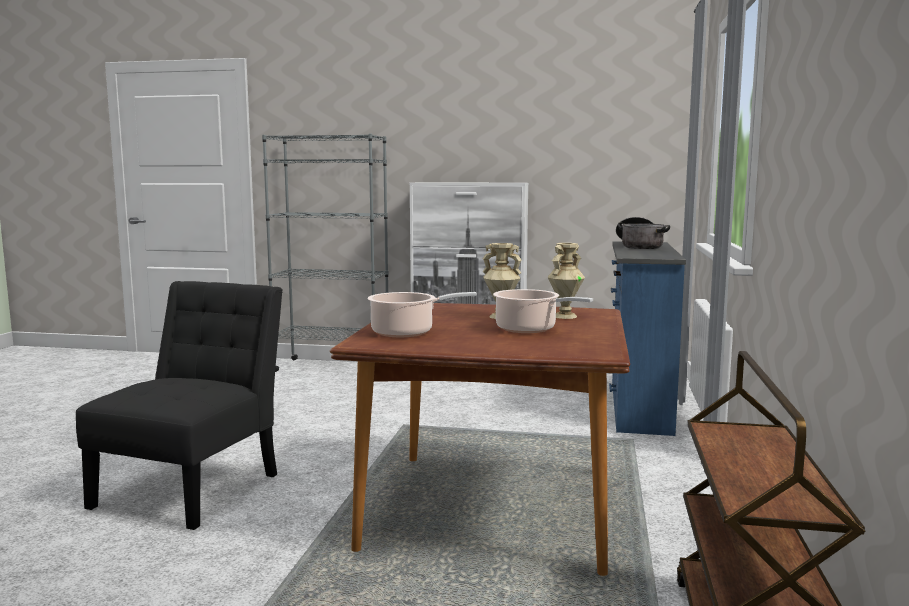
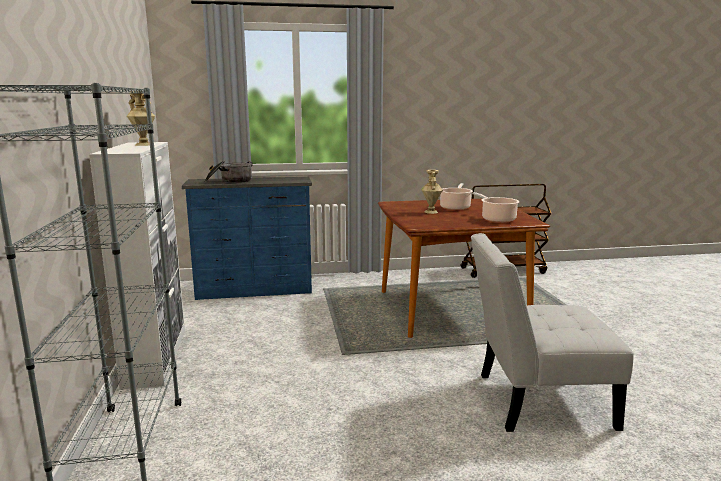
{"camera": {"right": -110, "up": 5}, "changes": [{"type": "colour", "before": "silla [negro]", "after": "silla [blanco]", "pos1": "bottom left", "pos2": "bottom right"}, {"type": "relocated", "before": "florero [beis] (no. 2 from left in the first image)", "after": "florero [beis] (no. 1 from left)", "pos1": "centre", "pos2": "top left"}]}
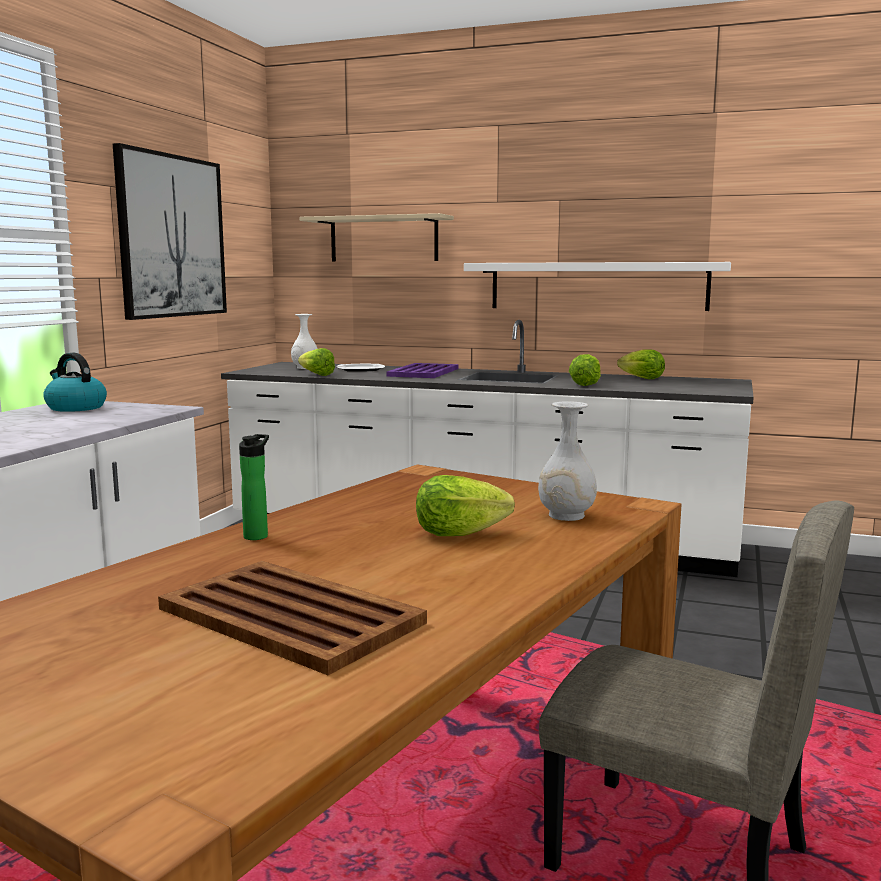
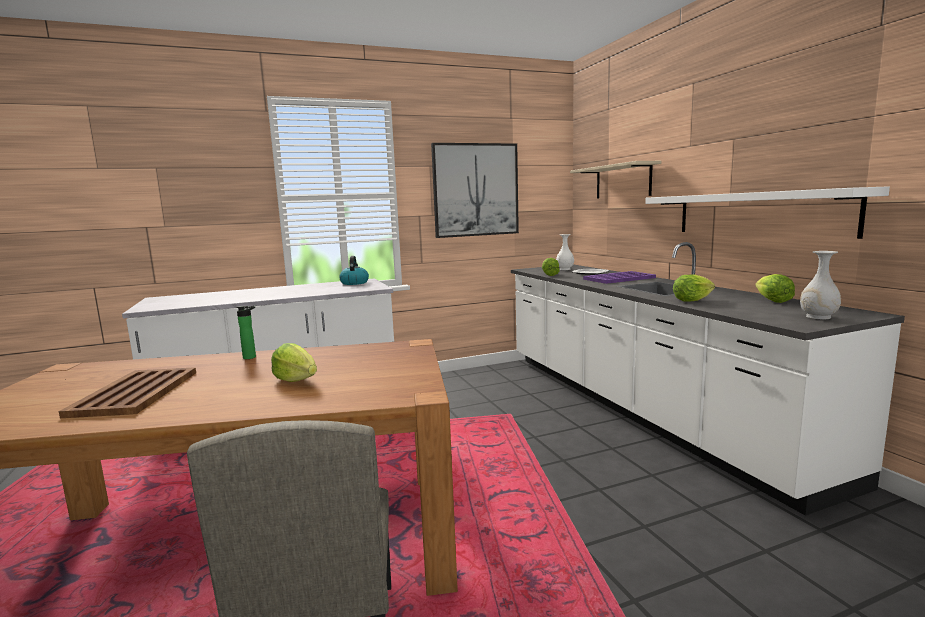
{"camera": {"right": 50, "up": 0}, "changes": [{"type": "relocated", "before": "florero [blanco] (no. 2 from left)", "pos1": "centre", "pos2": "middle right"}]}
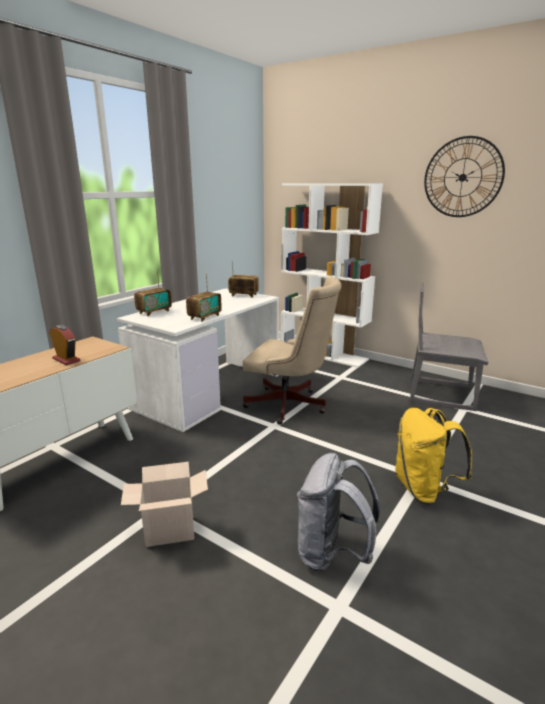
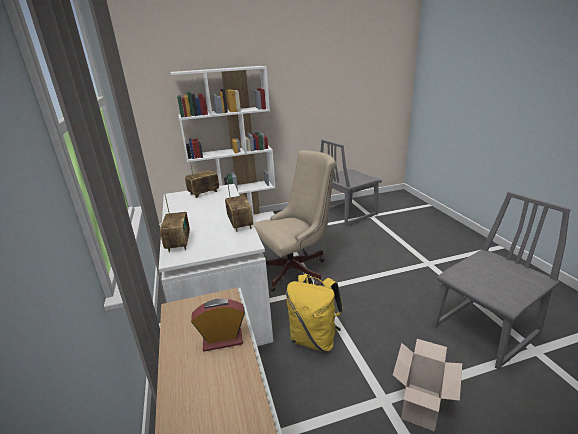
{"camera": {"right": -50, "up": 5}, "changes": [{"type": "exchanged", "before": "mochila [gris]", "after": "silla [gris] (no. 2 from left)", "pos1": "bottom centre", "pos2": "middle right"}, {"type": "relocated", "before": "mochila [amarillo]", "pos1": "middle right", "pos2": "bottom centre"}, {"type": "missing", "before": "reloj de pared", "pos1": "top right"}]}
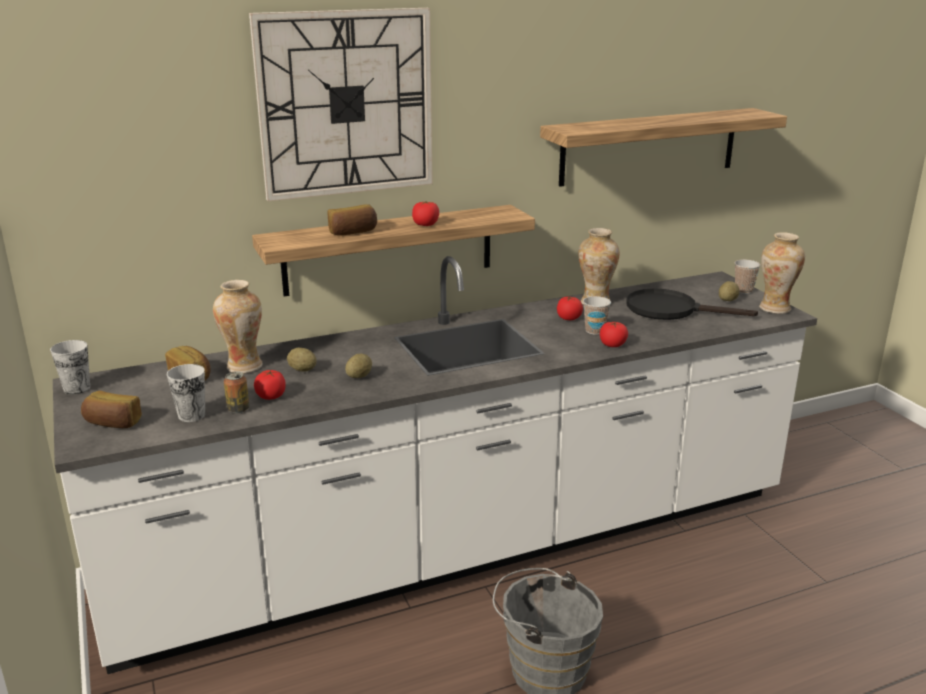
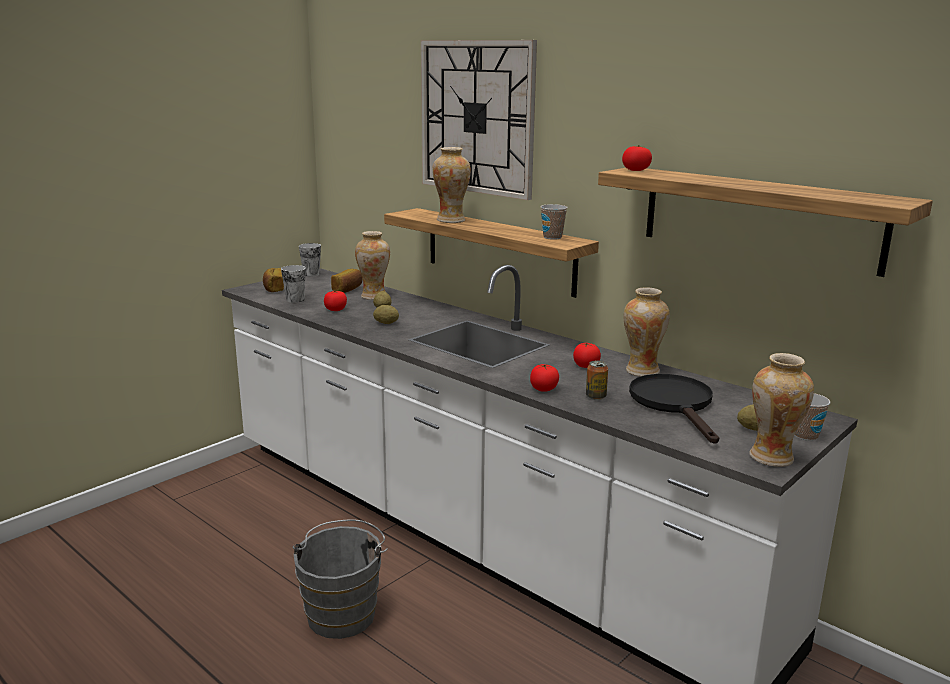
{"camera": {"right": 65, "up": -5}, "changes": [{"type": "relocated", "before": "lata", "pos1": "middle left", "pos2": "centre"}, {"type": "exchanged", "before": "pan (no. 3 from left)", "after": "florero (no. 2 from left)", "pos1": "top centre", "pos2": "top centre"}, {"type": "relocated", "before": "tomate (no. 2 from left in the first image)", "after": "tomate (no. 4 from left)", "pos1": "top centre", "pos2": "top right"}, {"type": "relocated", "before": "taza (no. 3 from left)", "pos1": "centre", "pos2": "top centre"}]}
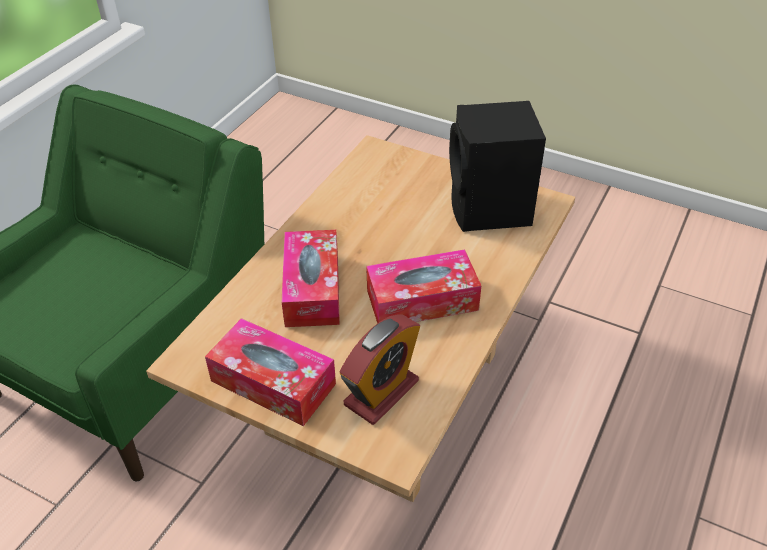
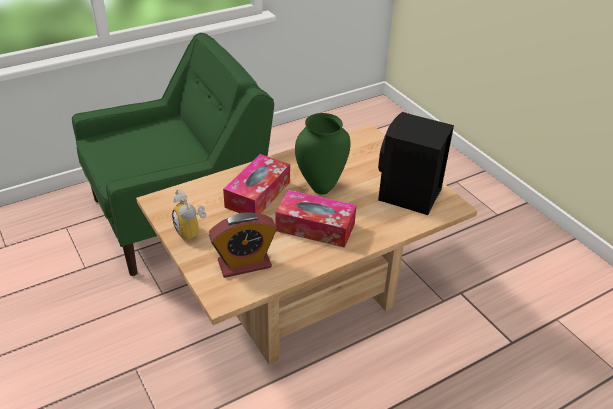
{"camera": {"right": 30, "up": -5}, "changes": [{"type": "exchanged", "before": "caja de pañuelos (no. 1 from left)", "after": "despertador (no. 1 from left)", "pos1": "bottom centre", "pos2": "middle left"}, {"type": "appeared", "after": "florero [verde]", "pos2": "centre"}]}
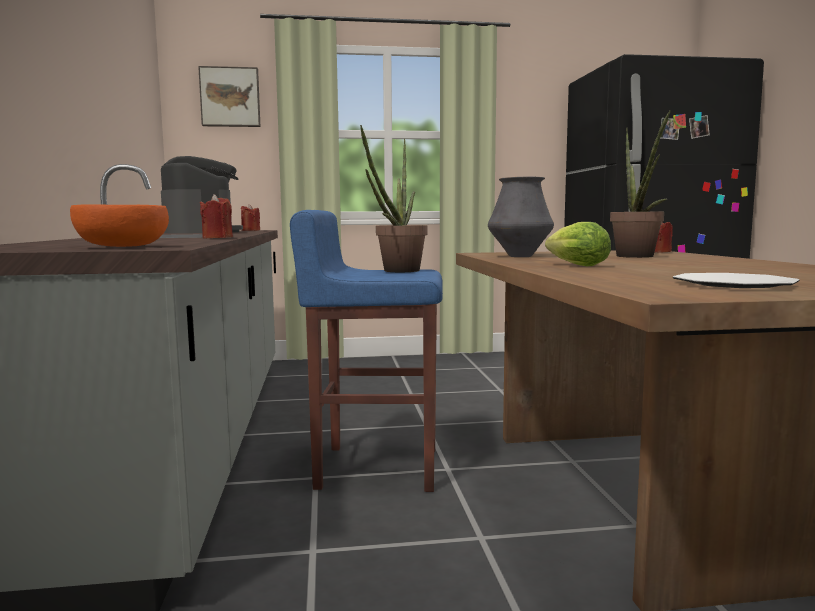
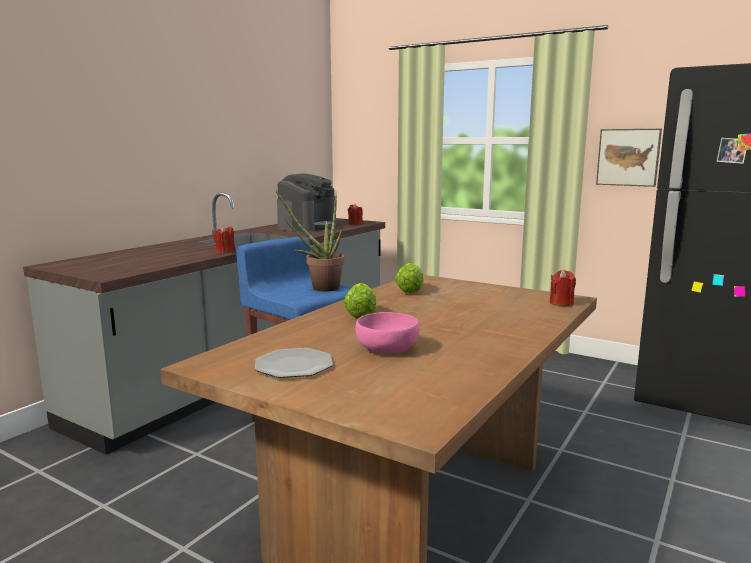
{"camera": {"right": 40, "up": 5}, "changes": [{"type": "missing", "before": "cuenco [naranja]", "pos1": "middle left"}, {"type": "relocated", "before": "cuadro", "pos1": "top left", "pos2": "top right"}, {"type": "exchanged", "before": "florero", "after": "lechuga (no. 2 from left)", "pos1": "centre", "pos2": "centre"}, {"type": "missing", "before": "planta en maceta (no. 2 from left)", "pos1": "top right"}, {"type": "appeared", "after": "cuenco [rosa]", "pos2": "centre"}]}
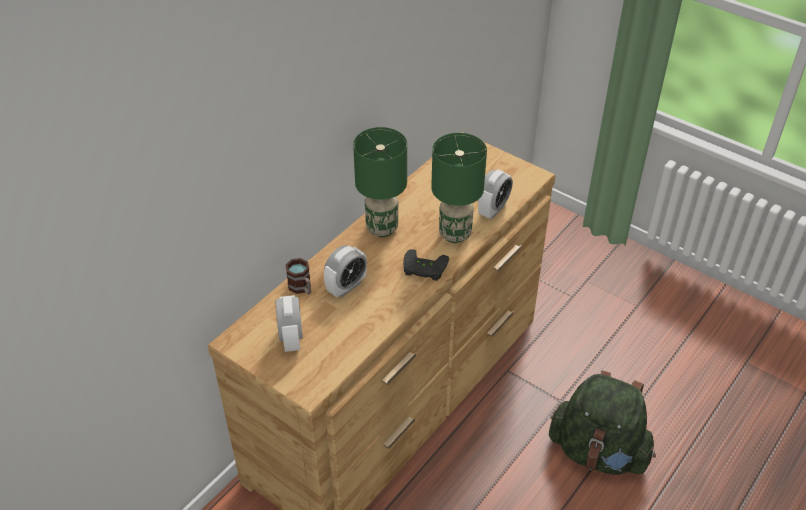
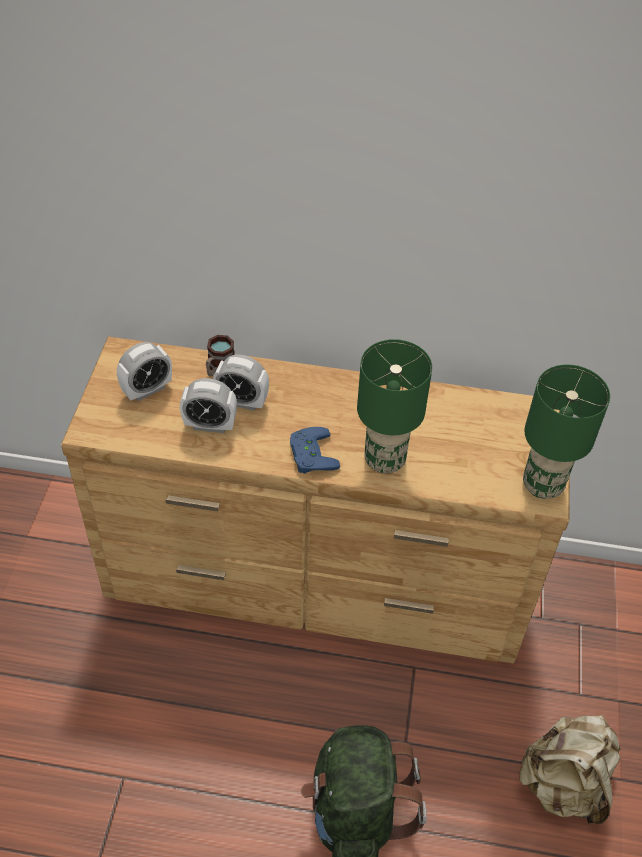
{"camera": {"right": 60, "up": 5}, "changes": [{"type": "relocated", "before": "lámpara de mesa [verde] (no. 1 from left in the first image)", "after": "lámpara de mesa [verde] (no. 2 from left)", "pos1": "centre", "pos2": "middle right"}, {"type": "colour", "before": "mando de consola [negro]", "after": "mando de consola [azul]", "pos1": "centre", "pos2": "centre"}, {"type": "relocated", "before": "despertador (no. 3 from left in the first image)", "after": "despertador (no. 2 from left)", "pos1": "centre", "pos2": "middle left"}, {"type": "appeared", "after": "mochila [beis]", "pos2": "bottom right"}]}
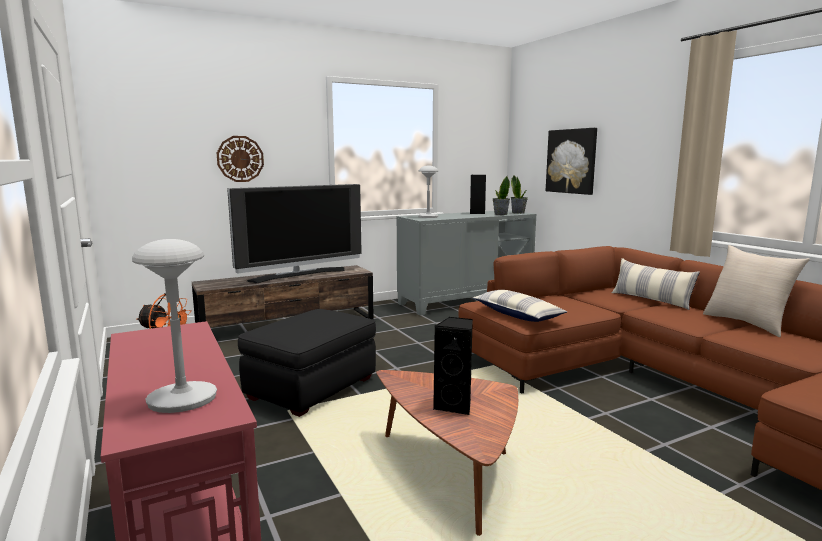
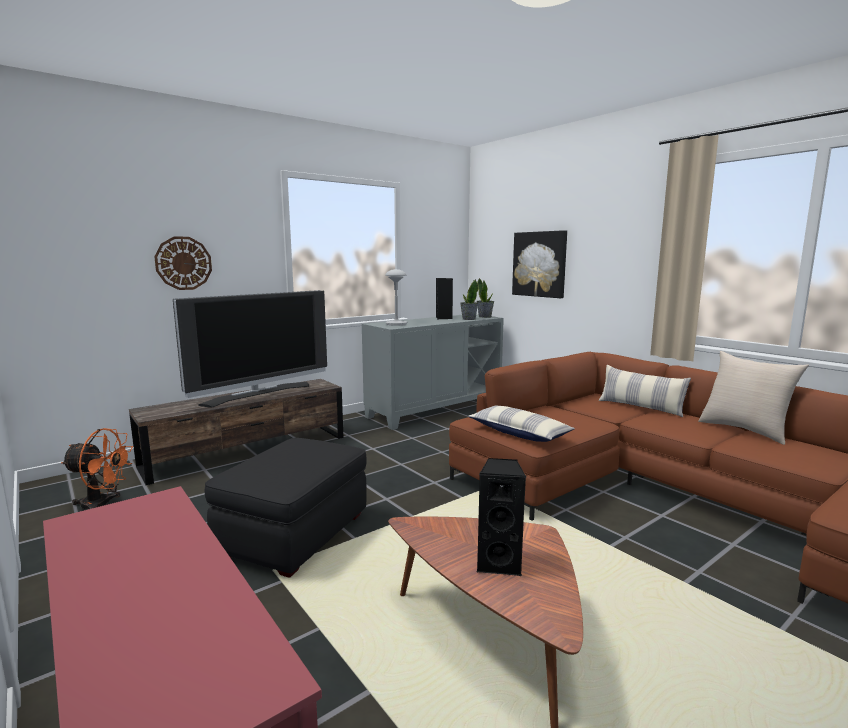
{"camera": {"right": -10, "up": 0}, "changes": [{"type": "missing", "before": "lámpara de mesa [gris] (no. 1 from left)", "pos1": "middle left"}]}
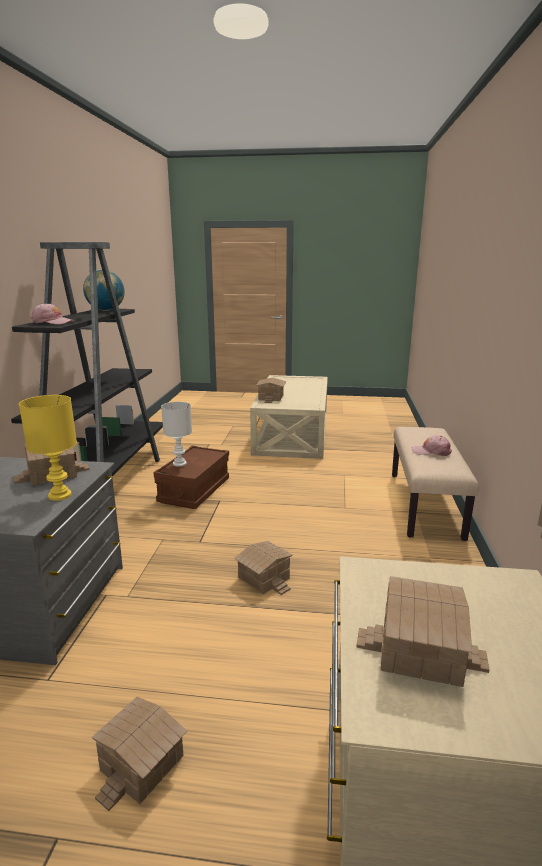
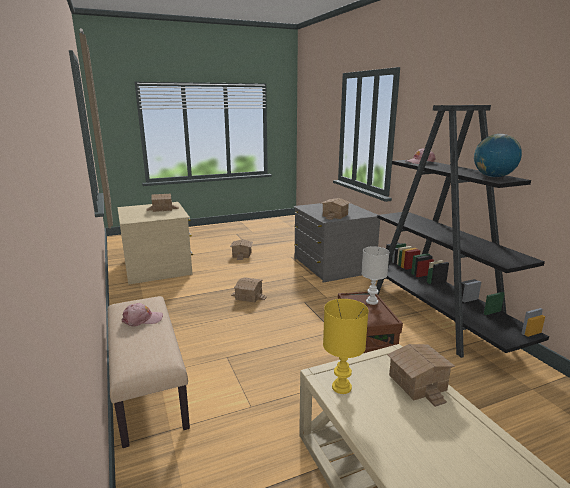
{"camera": {"right": 150, "up": 0}, "changes": [{"type": "relocated", "before": "lámpara de mesa [amarillo]", "pos1": "middle left", "pos2": "bottom centre"}]}
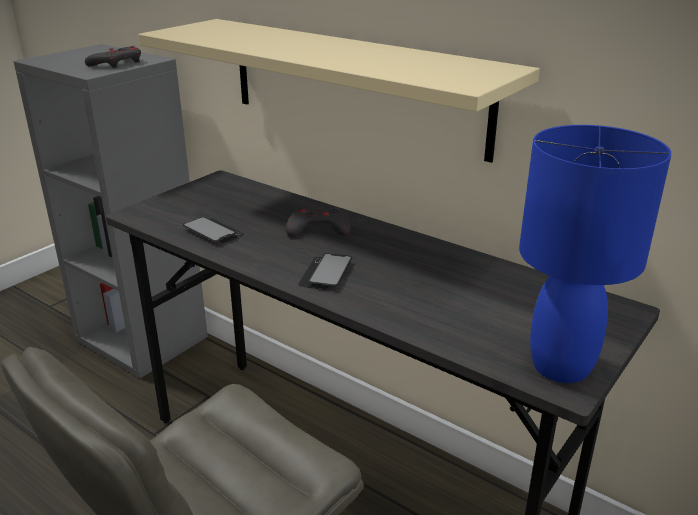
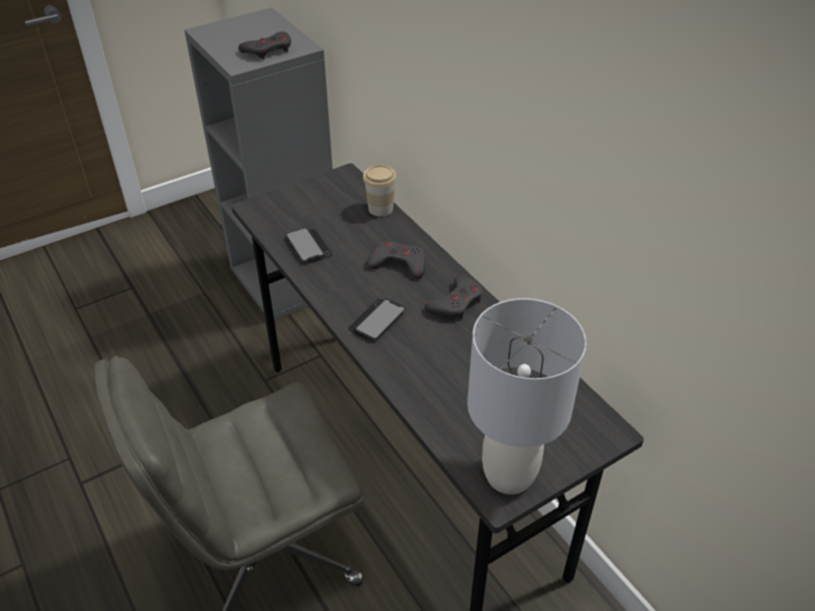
{"camera": {"right": 20, "up": 15}, "changes": [{"type": "missing", "before": "estante [beis]", "pos1": "top centre"}, {"type": "colour", "before": "lámpara de mesa [azul]", "after": "lámpara de mesa [gris]", "pos1": "middle right", "pos2": "centre"}, {"type": "appeared", "after": "taza", "pos2": "top centre"}, {"type": "appeared", "after": "mando de consola [gris] (no. 3 from left)", "pos2": "centre"}]}
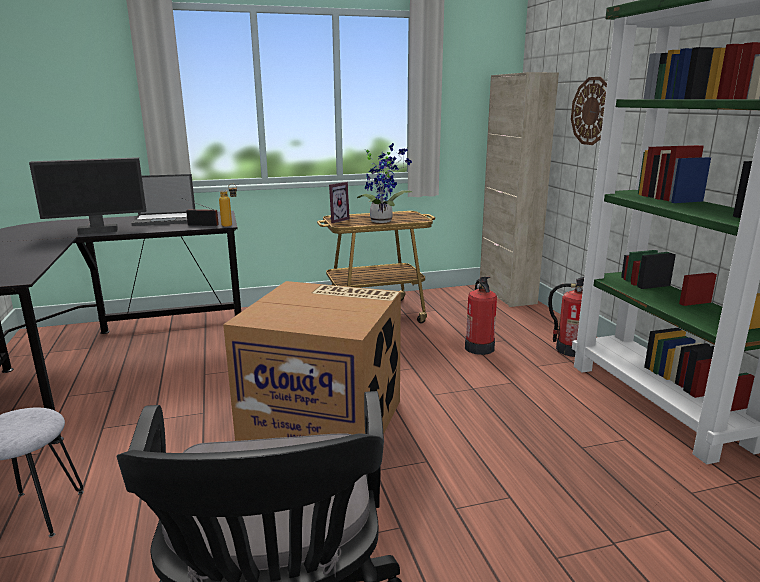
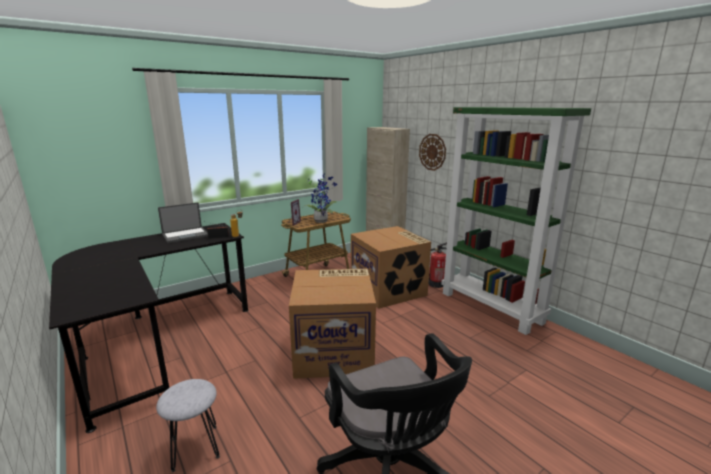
{"camera": {"right": -20, "up": 0}, "changes": [{"type": "missing", "before": "monitor", "pos1": "middle left"}, {"type": "exchanged", "before": "extintor (no. 1 from left)", "after": "caja de cartón (no. 2 from left)", "pos1": "centre", "pos2": "centre"}]}
